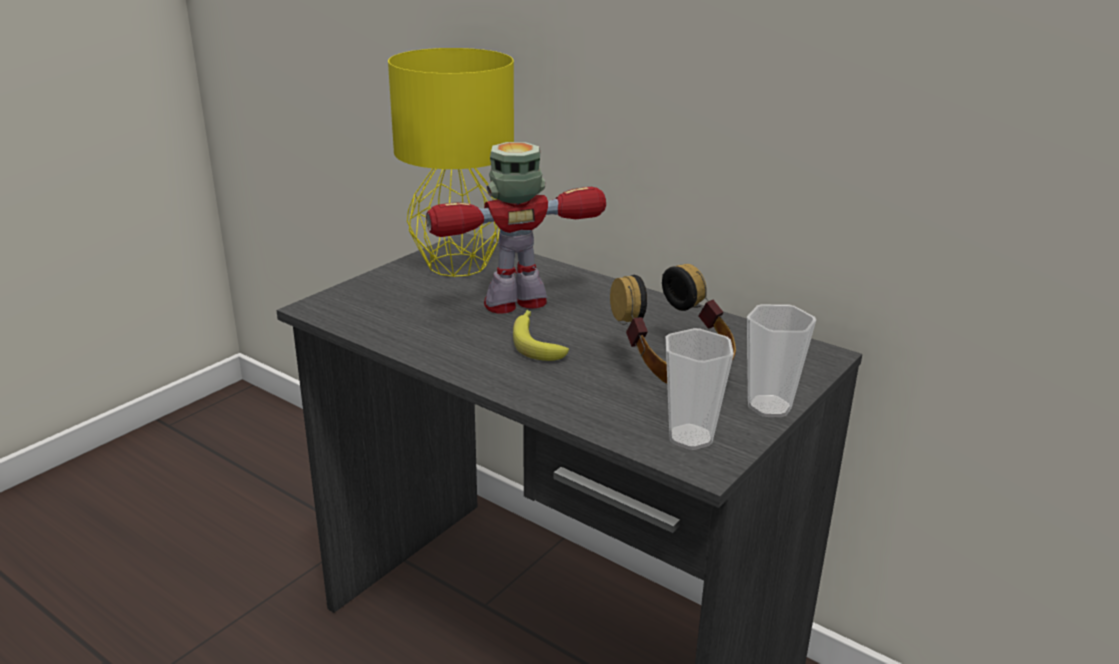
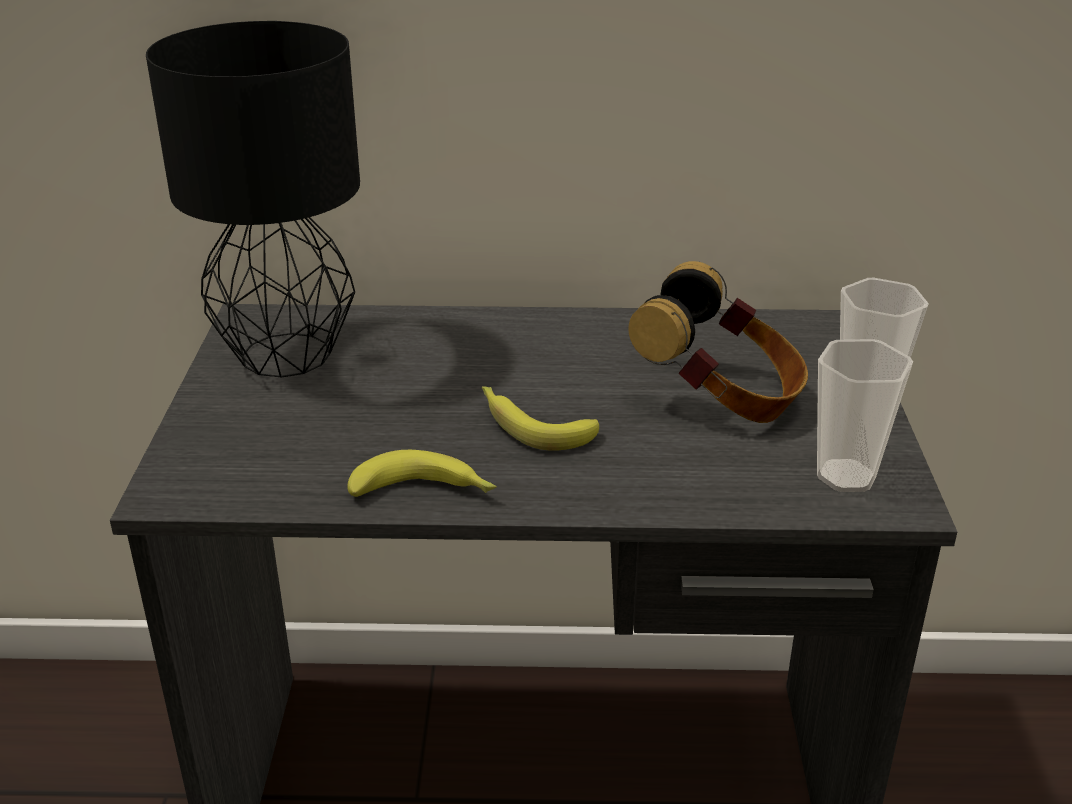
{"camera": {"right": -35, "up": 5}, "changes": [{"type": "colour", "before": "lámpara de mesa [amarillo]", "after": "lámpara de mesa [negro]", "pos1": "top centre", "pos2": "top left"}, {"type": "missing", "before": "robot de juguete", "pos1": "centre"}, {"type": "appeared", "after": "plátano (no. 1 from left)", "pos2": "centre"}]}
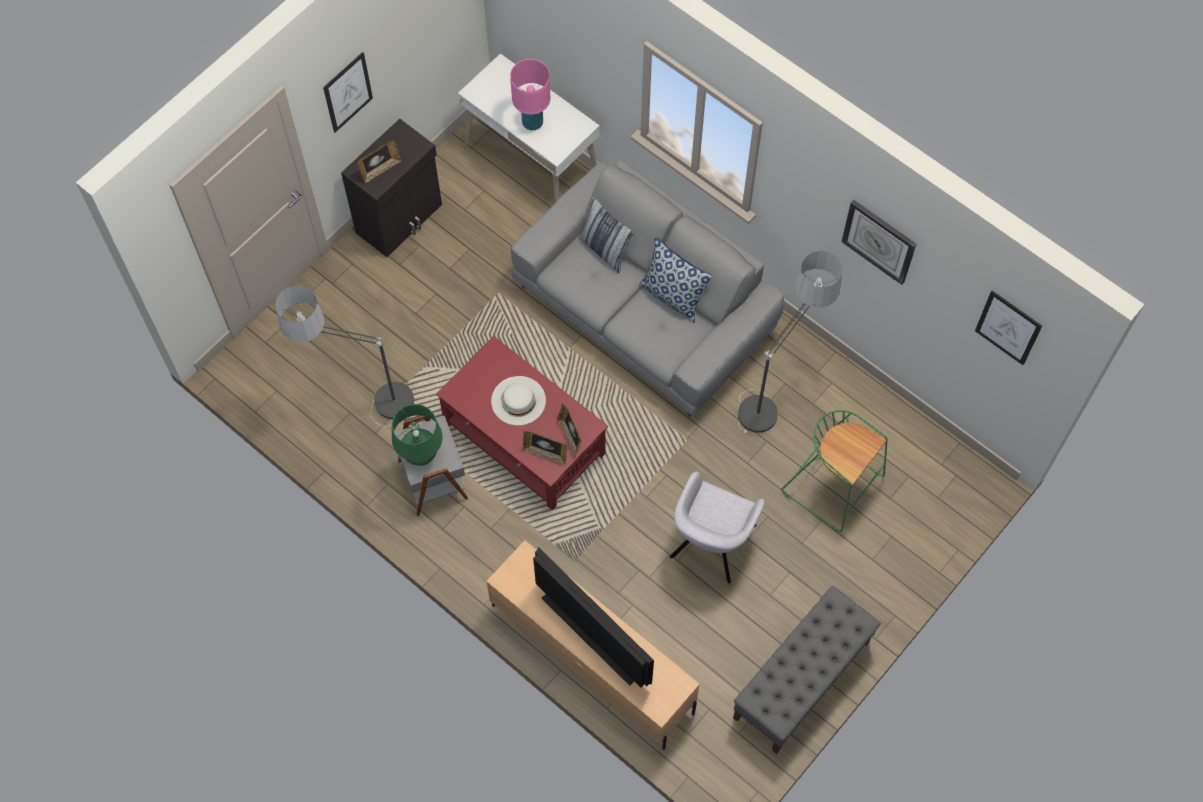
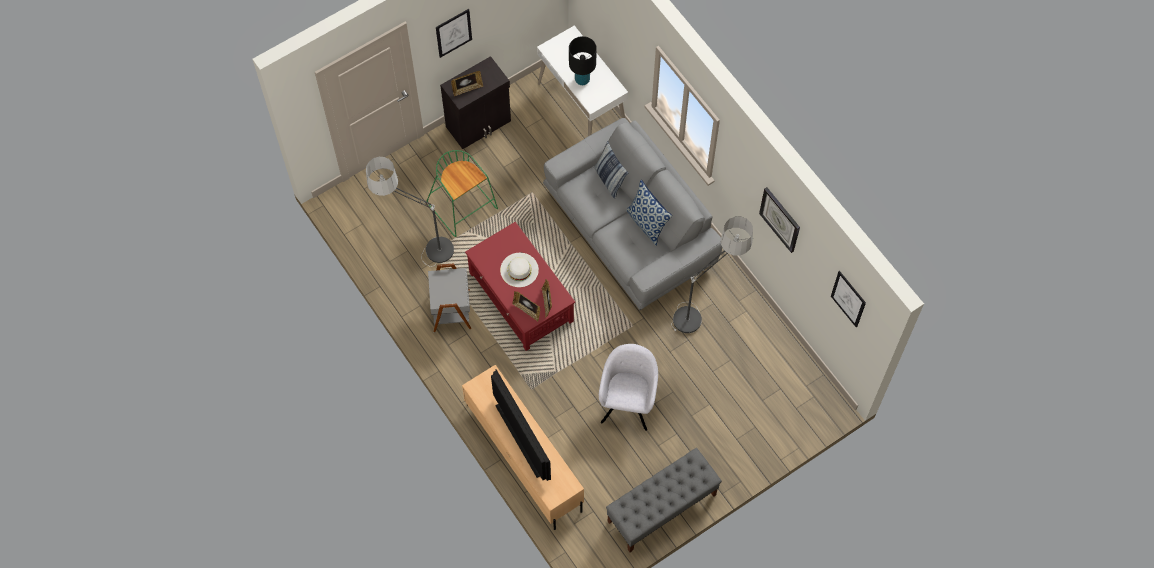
{"camera": {"right": 15, "up": 0}, "changes": [{"type": "missing", "before": "lámpara de mesa [verde]", "pos1": "centre"}, {"type": "colour", "before": "lámpara de mesa [rosa]", "after": "lámpara de mesa [negro]", "pos1": "top centre", "pos2": "top centre"}, {"type": "spun", "before": "sillón [gris]", "pos1": "centre", "pos2": "bottom centre", "turn": 150}, {"type": "relocated", "before": "taburete [verde]", "pos1": "middle right", "pos2": "centre"}]}
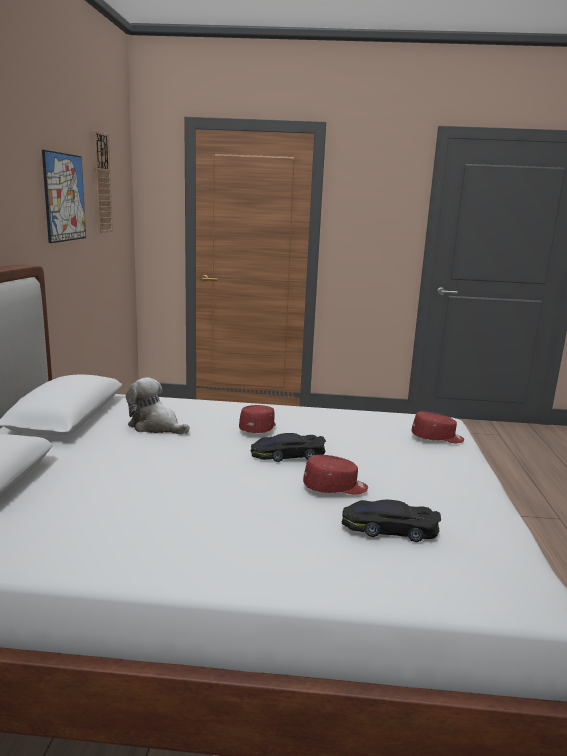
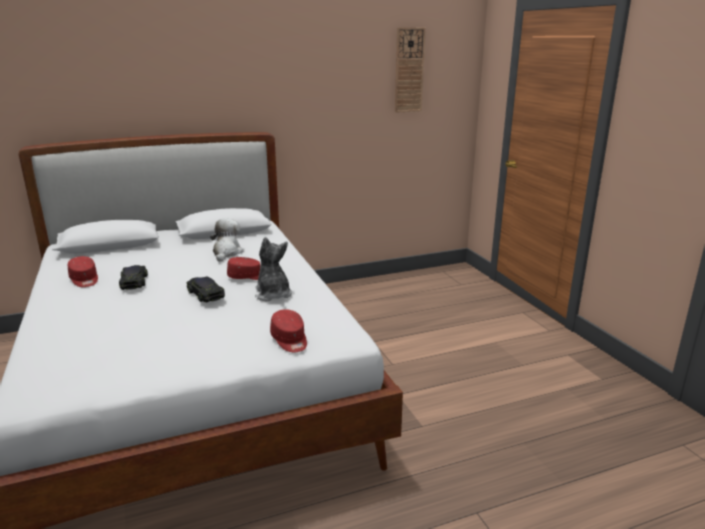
{"camera": {"right": 65, "up": 5}, "changes": [{"type": "missing", "before": "cuadro", "pos1": "top left"}, {"type": "relocated", "before": "gorra [rojo] (no. 2 from left in the first image)", "after": "gorra [rojo] (no. 1 from left)", "pos1": "centre", "pos2": "middle left"}, {"type": "relocated", "before": "coche de juguete [negro] (no. 2 from left in the first image)", "after": "coche de juguete [negro] (no. 1 from left)", "pos1": "bottom right", "pos2": "middle left"}, {"type": "appeared", "after": "peluche (no. 2 from left)", "pos2": "centre"}]}
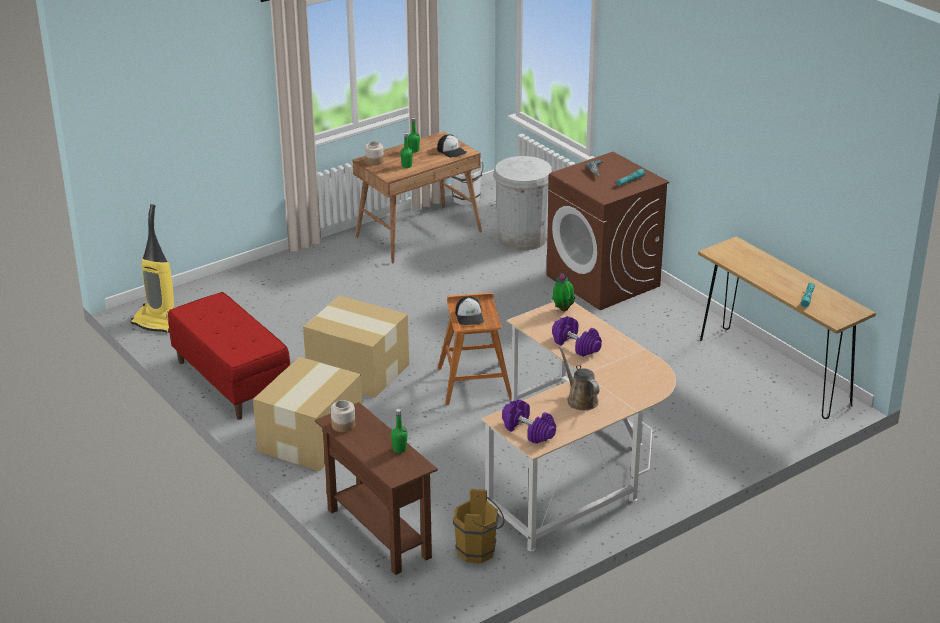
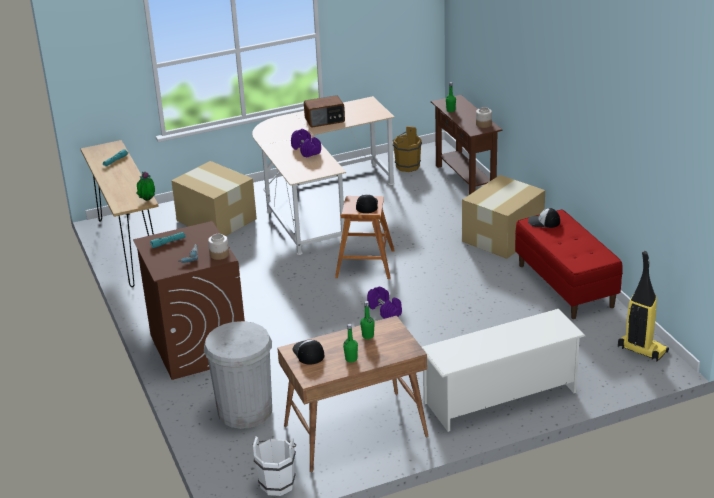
{"camera": {"right": -165, "up": 0}, "changes": [{"type": "relocated", "before": "caja de cartón (no. 2 from left in the first image)", "after": "caja de cartón (no. 1 from left)", "pos1": "centre", "pos2": "middle left"}, {"type": "relocated", "before": "tarro (no. 2 from left in the first image)", "after": "tarro (no. 1 from left)", "pos1": "top centre", "pos2": "middle left"}, {"type": "relocated", "before": "mancuerna [morado] (no. 1 from left in the first image)", "after": "mancuerna [morado] (no. 2 from left)", "pos1": "bottom centre", "pos2": "centre"}, {"type": "relocated", "before": "planta en maceta", "pos1": "centre", "pos2": "middle left"}, {"type": "exchanged", "before": "regadera [marrón]", "after": "radio", "pos1": "centre", "pos2": "top centre"}, {"type": "appeared", "after": "zapatero [blanco]", "pos2": "bottom right"}, {"type": "appeared", "after": "gorra (no. 3 from left)", "pos2": "middle right"}]}
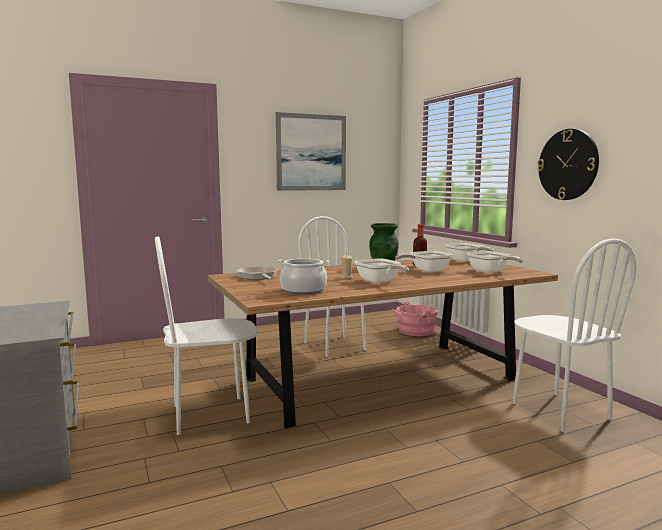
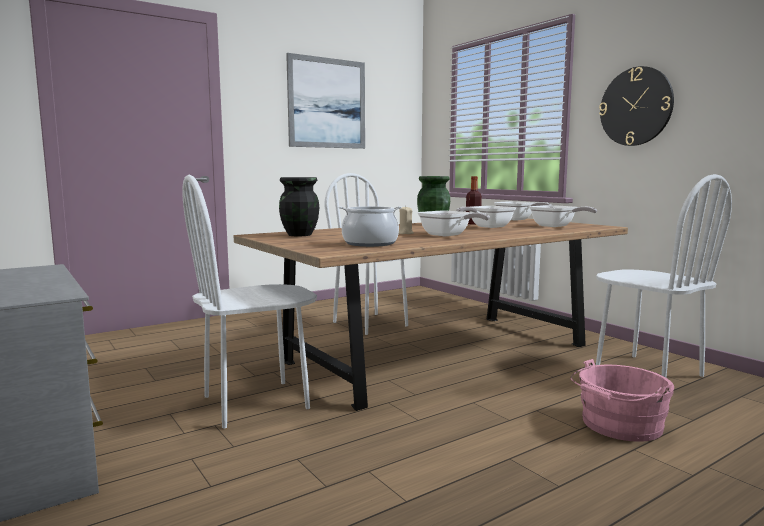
{"camera": {"right": -10, "up": 0}, "changes": [{"type": "exchanged", "before": "sartén (no. 1 from left)", "after": "florero [negro]", "pos1": "centre", "pos2": "centre"}, {"type": "relocated", "before": "cubo [rosa]", "pos1": "centre", "pos2": "bottom right"}]}
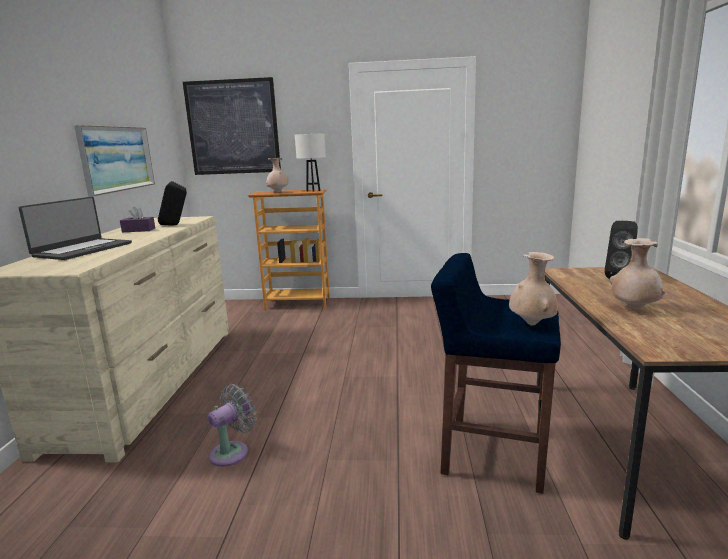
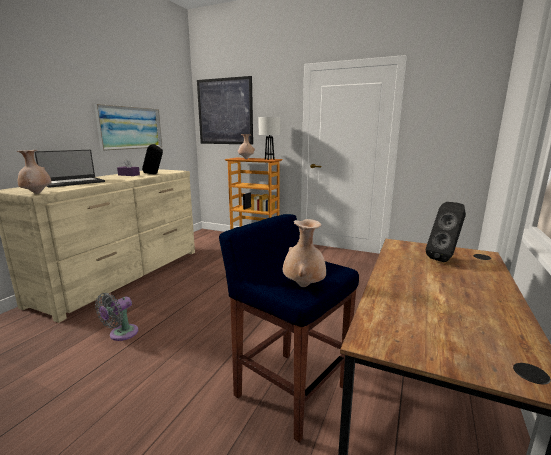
{"camera": {"right": 20, "up": 0}, "changes": [{"type": "spun", "before": "ventilador [gris]", "pos1": "bottom left", "pos2": "bottom left", "turn": 150}, {"type": "relocated", "before": "florero [beis] (no. 3 from left in the first image)", "after": "florero [beis] (no. 1 from left)", "pos1": "middle right", "pos2": "middle left"}]}
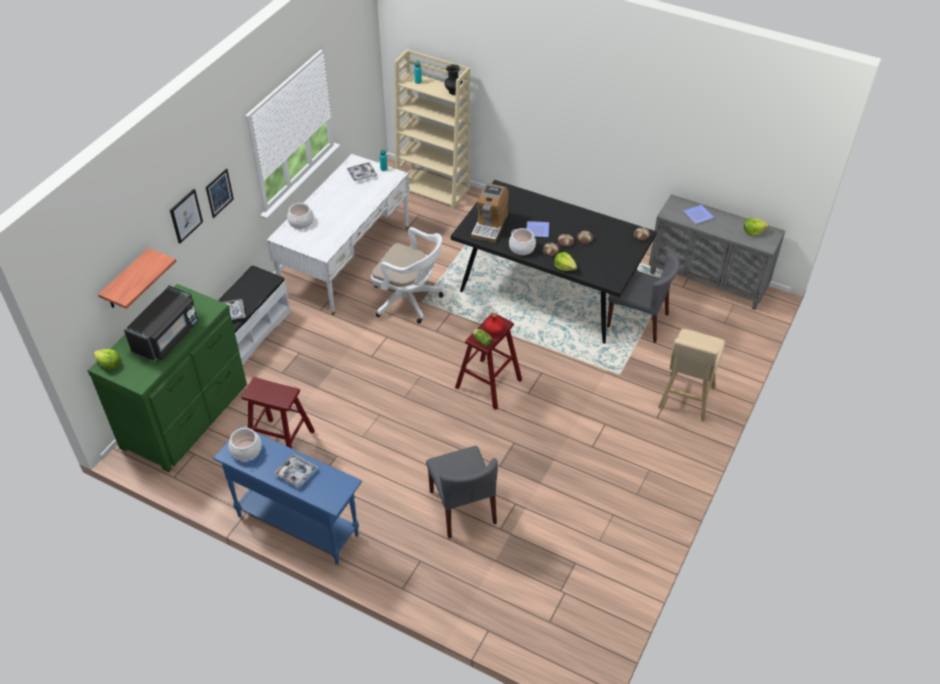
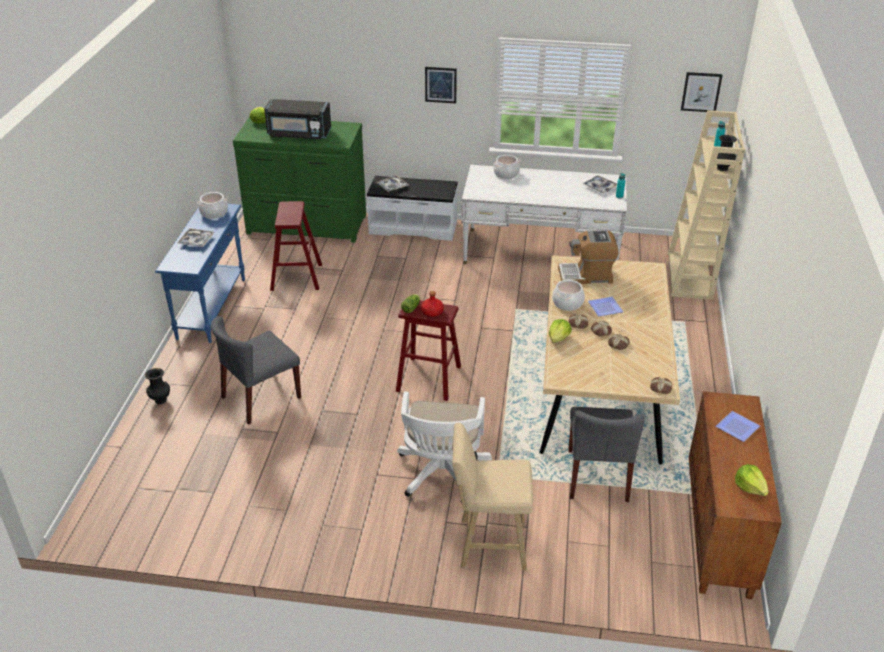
{"camera": {"right": 70, "up": -10}, "changes": [{"type": "missing", "before": "estante", "pos1": "middle left"}, {"type": "relocated", "before": "cuadro (no. 1 from left in the first image)", "after": "cuadro (no. 2 from left)", "pos1": "top left", "pos2": "top right"}, {"type": "relocated", "before": "silla de oficina [blanco]", "pos1": "centre", "pos2": "bottom centre"}, {"type": "colour", "before": "mesa de comedor [negro]", "after": "mesa de comedor [beis]", "pos1": "centre", "pos2": "middle right"}, {"type": "colour", "before": "armario [gris]", "after": "armario [marrón]", "pos1": "middle right", "pos2": "bottom right"}, {"type": "appeared", "after": "florero [negro] (no. 1 from left)", "pos2": "middle left"}]}
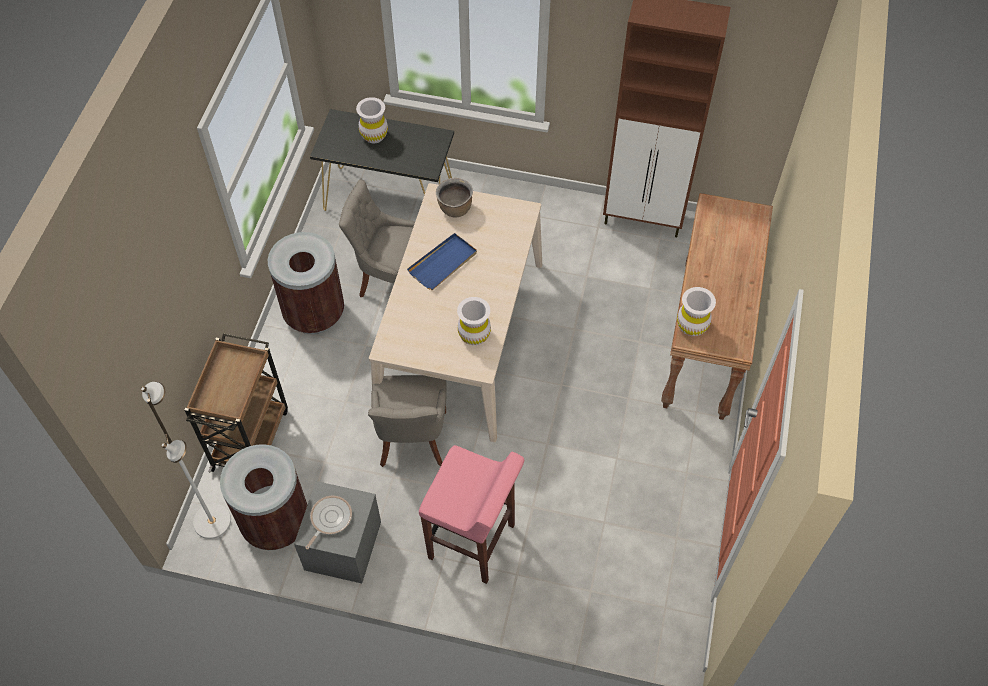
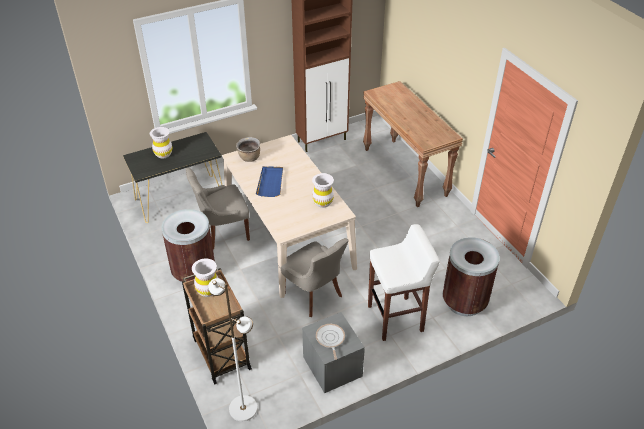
{"camera": {"right": -40, "up": -15}, "changes": [{"type": "relocated", "before": "papelera [marrón] (no. 1 from left in the first image)", "after": "papelera [marrón] (no. 2 from left)", "pos1": "bottom left", "pos2": "middle right"}, {"type": "colour", "before": "taburete [rosa]", "after": "taburete [blanco]", "pos1": "bottom centre", "pos2": "centre"}, {"type": "relocated", "before": "florero [blanco] (no. 3 from left in the first image)", "after": "florero [blanco] (no. 2 from left)", "pos1": "middle right", "pos2": "middle left"}]}
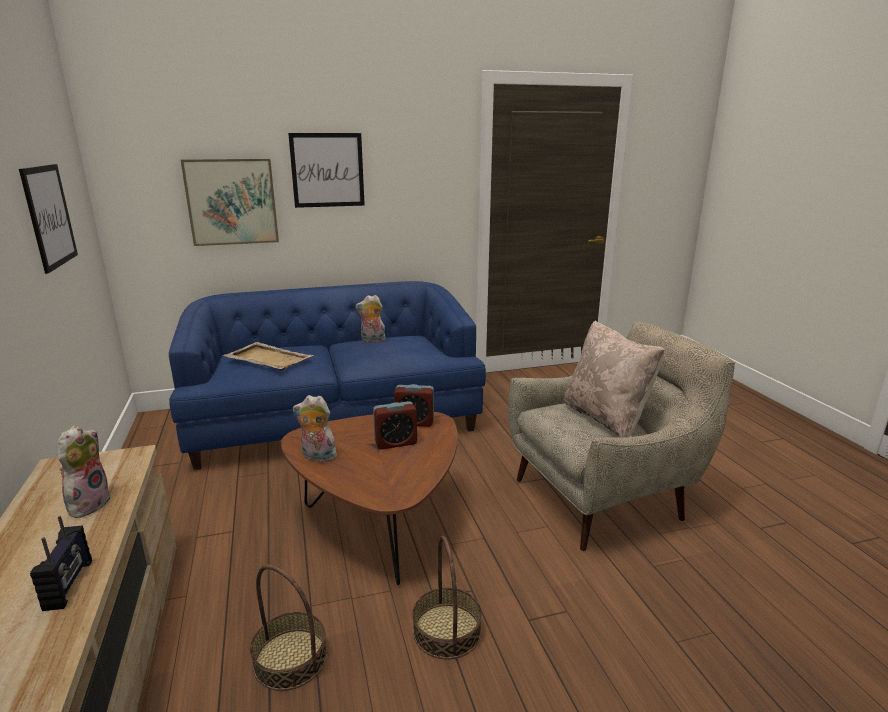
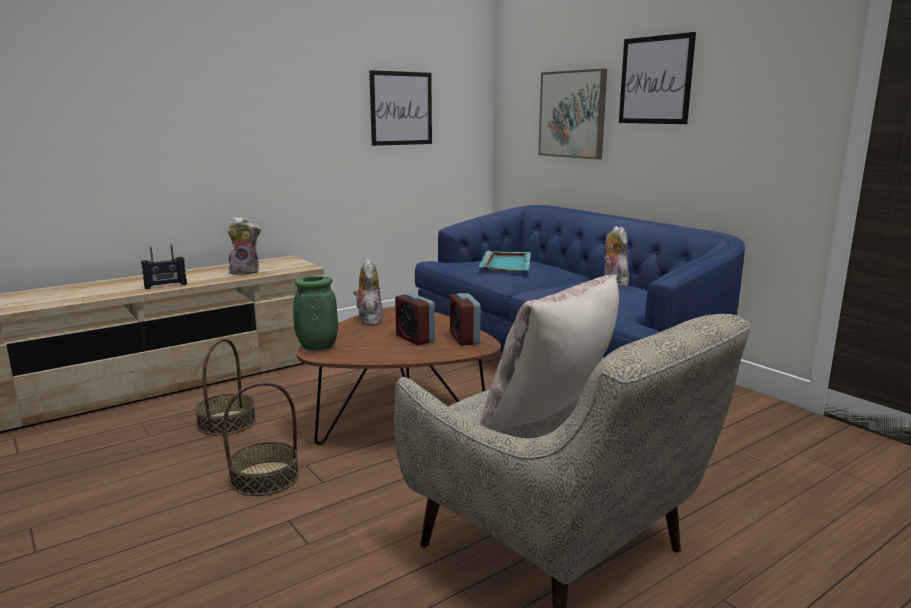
{"camera": {"right": 70, "up": -5}, "changes": [{"type": "colour", "before": "bandeja [beis]", "after": "bandeja [turquesa]", "pos1": "middle left", "pos2": "centre"}, {"type": "appeared", "after": "florero [verde]", "pos2": "centre"}]}
